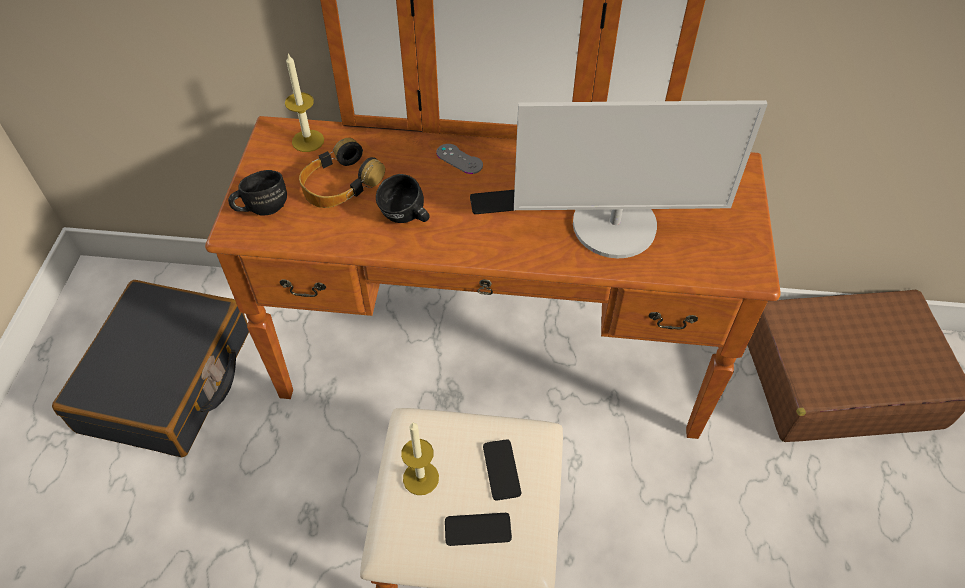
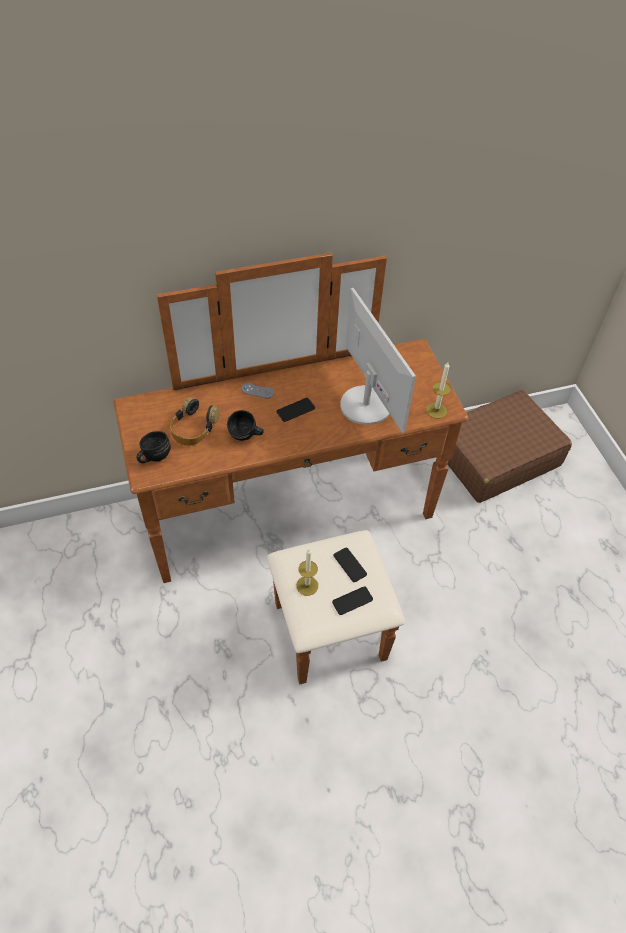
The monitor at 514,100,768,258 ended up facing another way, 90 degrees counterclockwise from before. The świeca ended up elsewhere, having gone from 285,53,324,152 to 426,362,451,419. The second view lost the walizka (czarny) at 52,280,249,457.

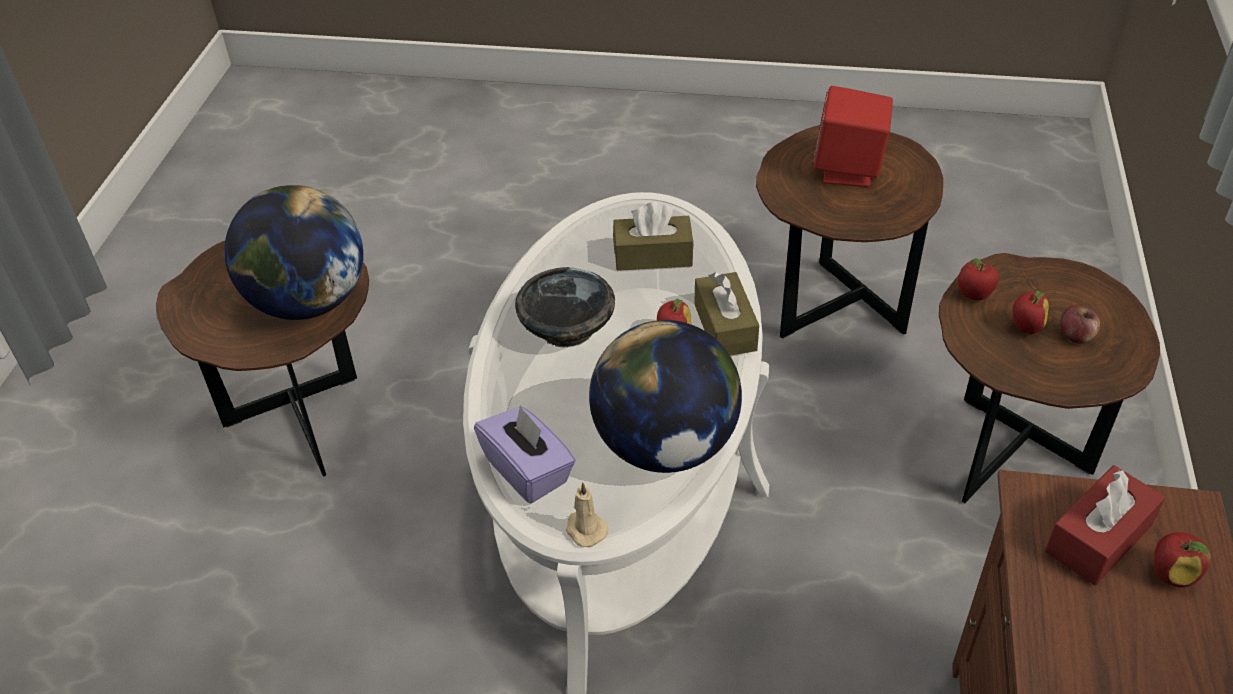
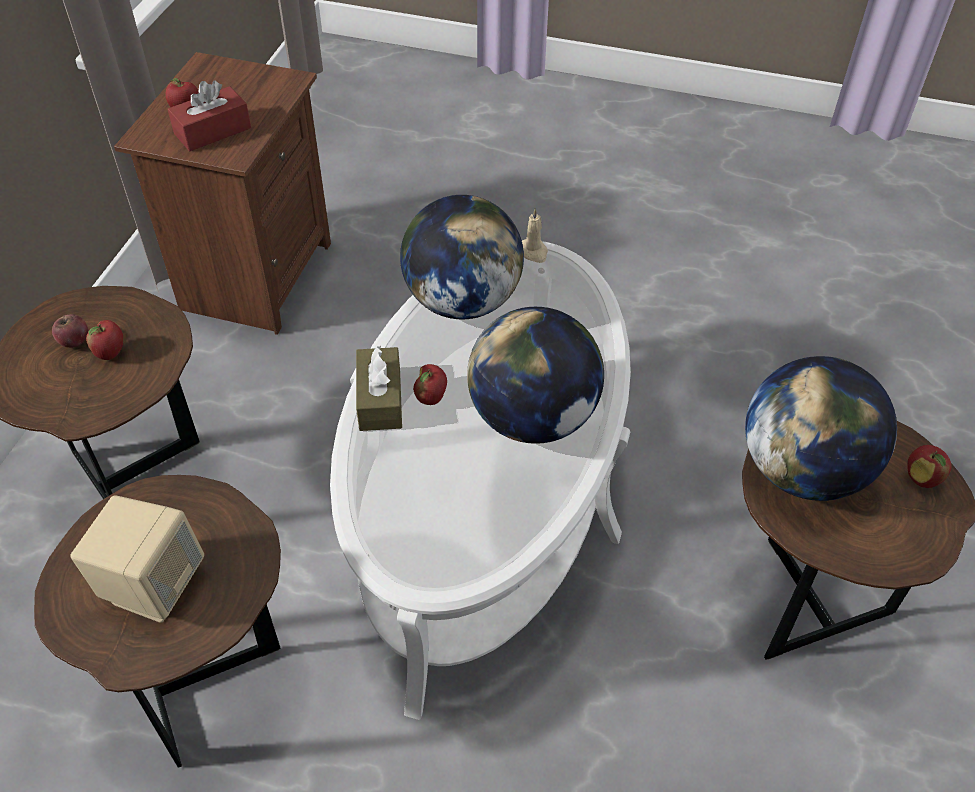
What was the głośnik (czerwony) at 814,86,893,187 turned into the głośnik (beżowy) at 71,495,204,623. Where the miska (czarny) stood at 515,267,615,347, the globus came to stand at 467,307,604,444. The jabłko ended up elsewhere, having gone from 958,258,999,300 to 907,445,951,488. The second view lost the pudełko chusteczek (fioletowy) at 474,405,576,503. The second view lost the pudełko chusteczek (brązowy) at 613,202,694,271.

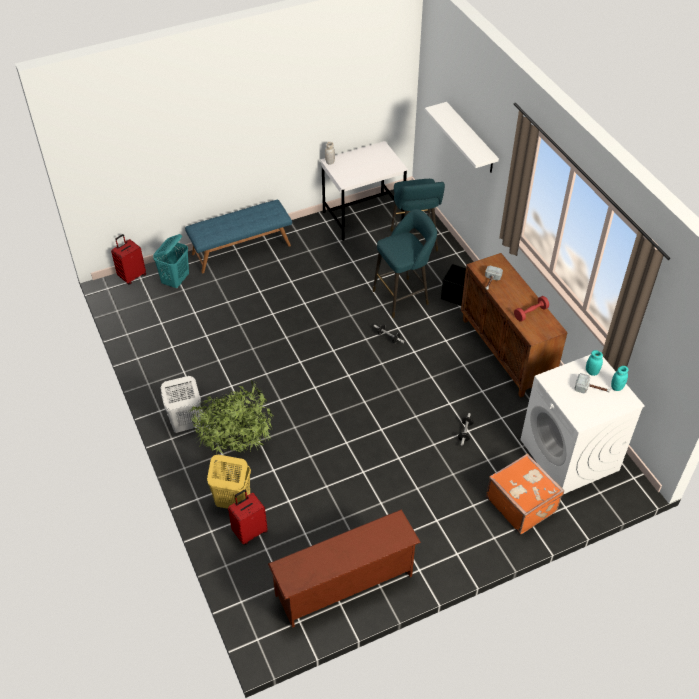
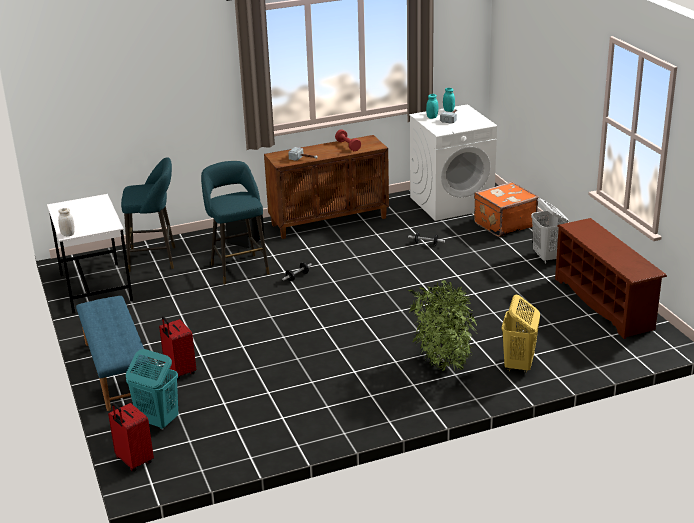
The walizka (czerwony) ended up elsewhere, having gone from 228,490,268,545 to 159,316,196,380. The kosz na pranie (biały) ended up elsewhere, having gone from 160,376,202,433 to 531,198,569,264. The second view lost the półka (biały) at 425,102,499,173.

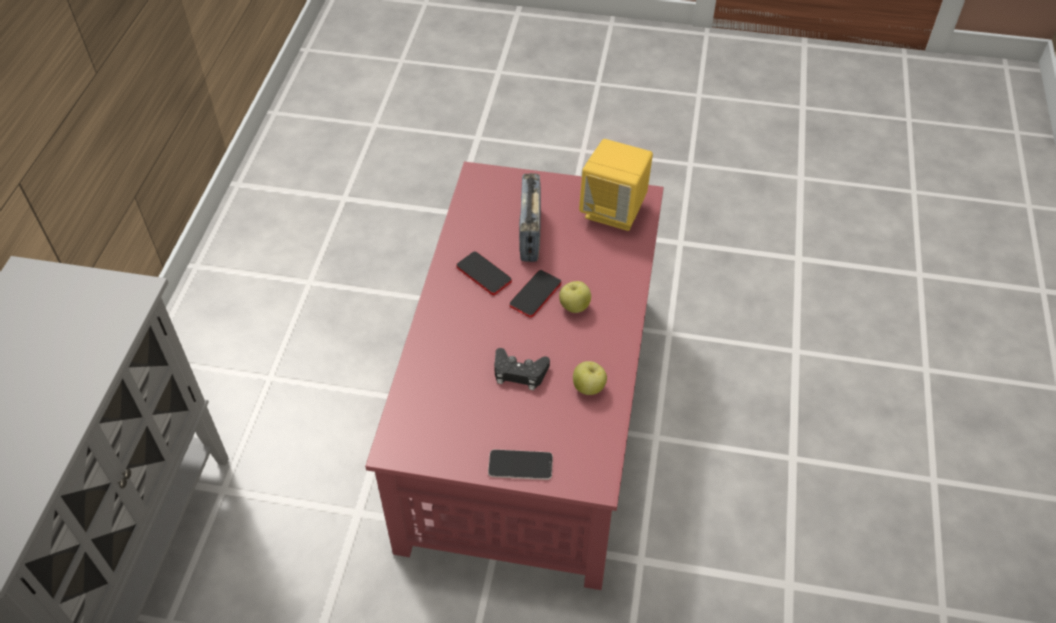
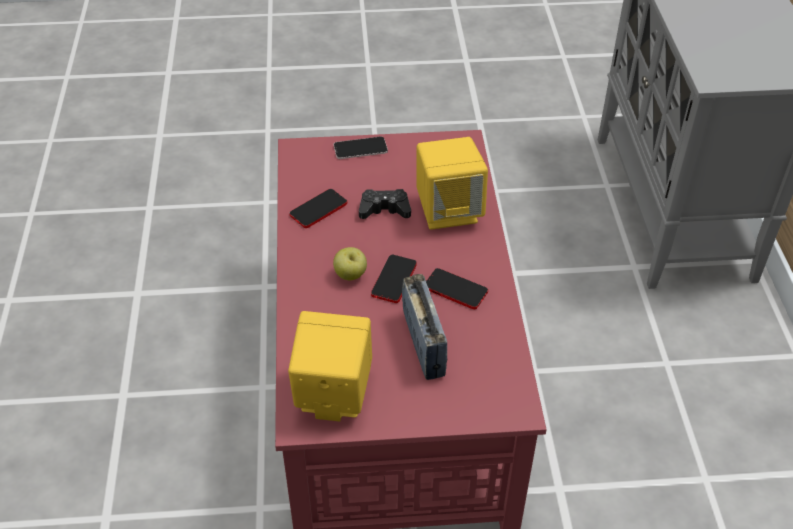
Where the jabłko stood at 573,361,607,395, the telefon came to stand at 289,189,347,228. The second view gained the głośnik (żółty) at 417,137,488,230.

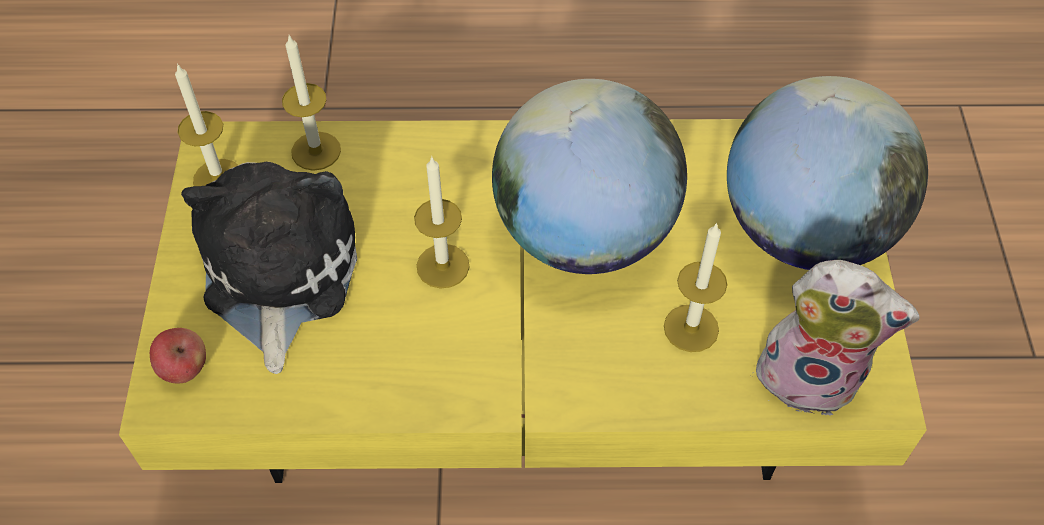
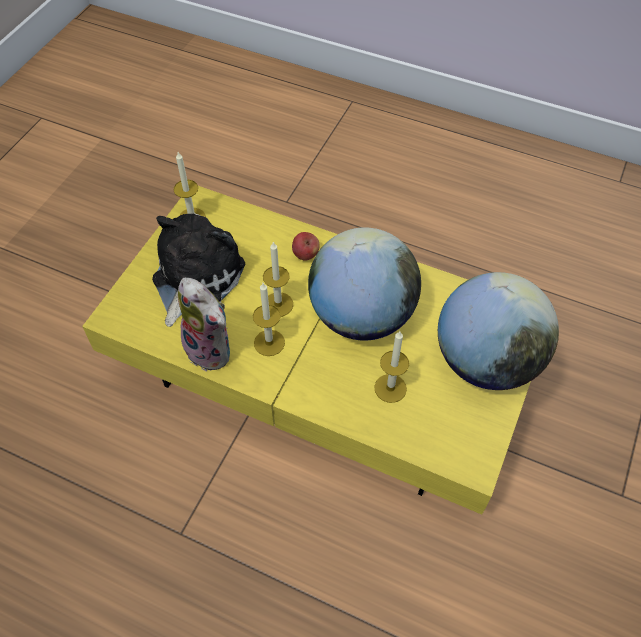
The pluszak ended up elsewhere, having gone from 747,260,920,416 to 178,278,230,372. The świeca ended up elsewhere, having gone from 282,36,341,171 to 253,283,285,356. The jabłko ended up elsewhere, having gone from 150,328,206,383 to 292,232,320,261.

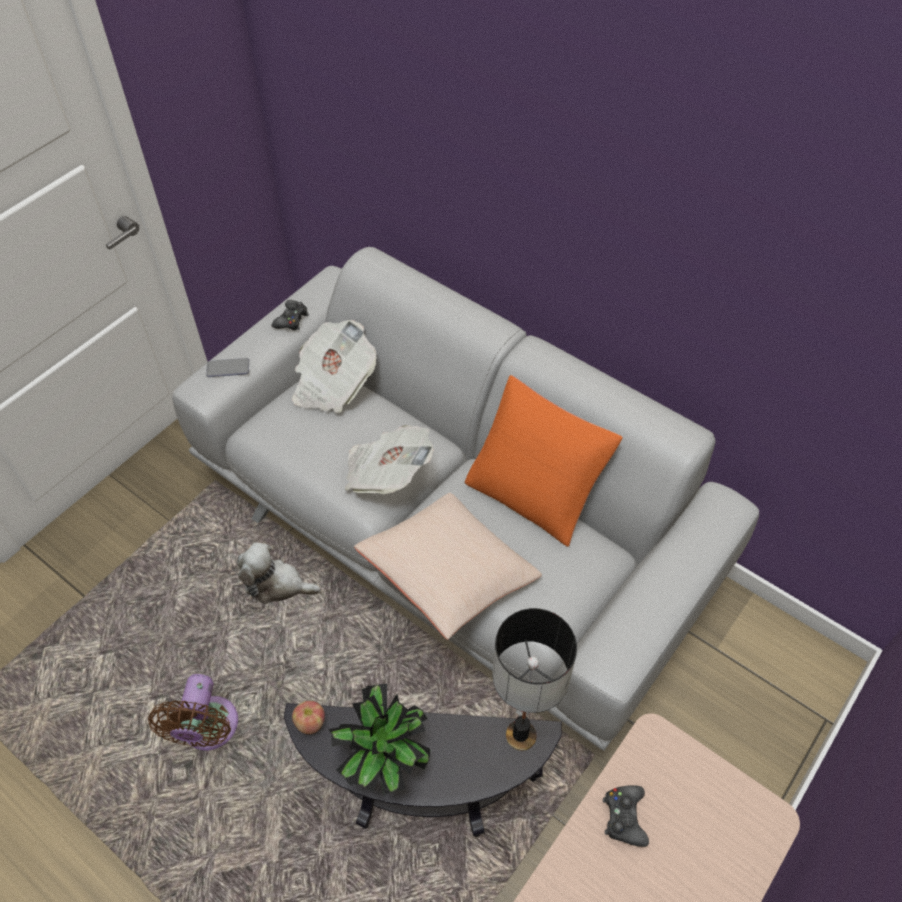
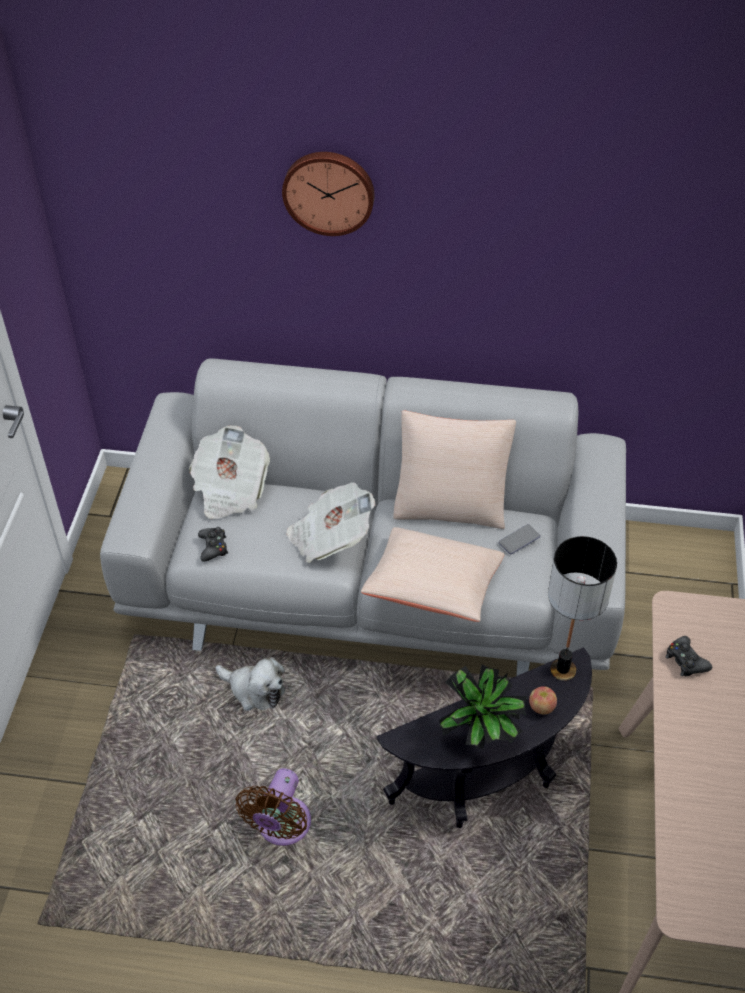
The pad do gier (czarny) ended up elsewhere, having gone from 272,300,309,330 to 198,527,228,562. The pluszak at 237,542,321,604 ended up facing another way, 135 degrees counterclockwise from before. The wentylator (brązowy) at 148,674,238,751 ended up facing another way, 45 degrees clockwise from before. The second view gained the zegar ścienny at 282,152,375,236. What was the poduszka (pomarańczowy) at 465,375,623,547 turned into the poduszka (beżowy) at 393,411,516,529. The telefon ended up elsewhere, having gone from 206,358,249,377 to 499,524,541,554. The jabłko ended up elsewhere, having gone from 292,701,325,734 to 529,687,557,714.

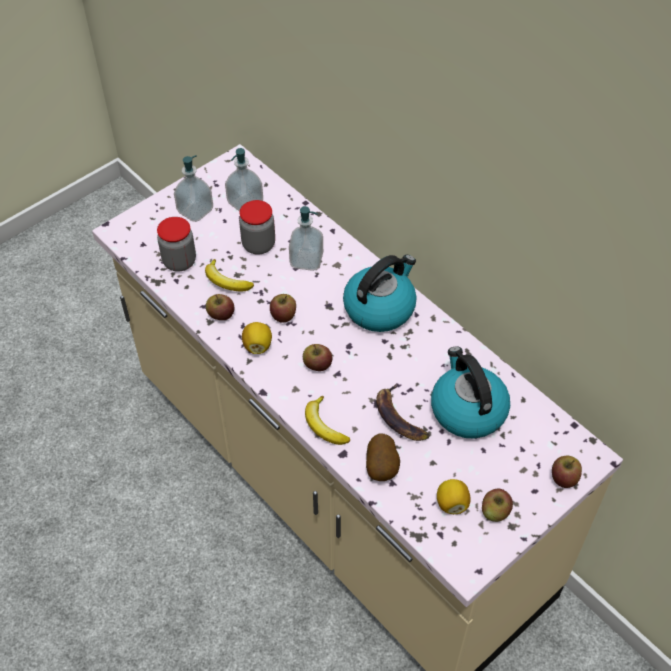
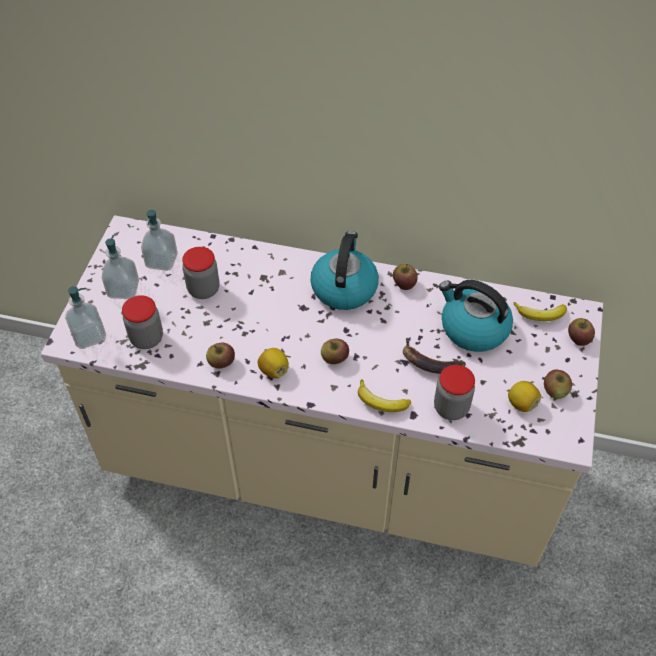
The dozownik mydła ended up elsewhere, having gone from 289,206,323,271 to 65,286,106,349. The jabłko ended up elsewhere, having gone from 270,294,296,323 to 393,264,418,290. Where the ziemniak stood at 366,433,400,481, the słoik came to stand at 434,365,475,420. The banan ended up elsewhere, having gone from 205,259,254,291 to 513,302,567,321.

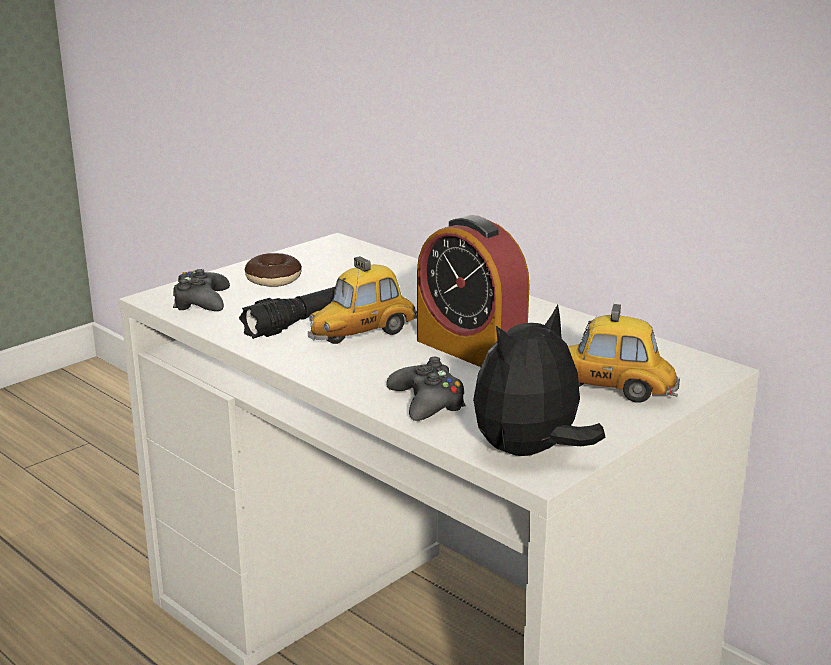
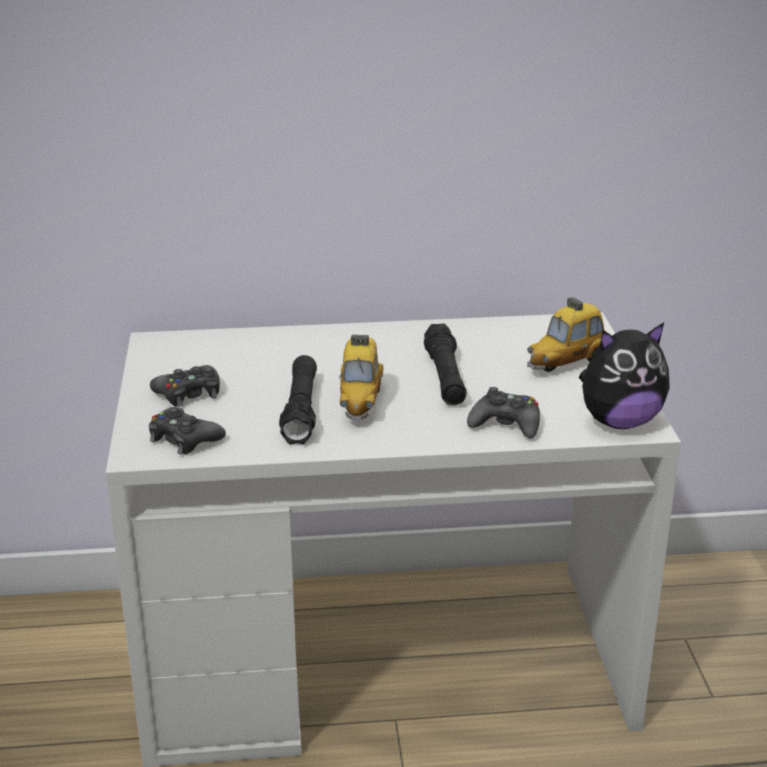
Where the donut stood at 245,253,302,287, the pad do gier (czarny) came to stand at 150,365,220,407. Where the budzik stood at 417,215,530,367, the latarka (czarny) came to stand at 424,323,467,405. The pluszak at 473,304,606,456 ended up facing another way, 105 degrees counterclockwise from before.

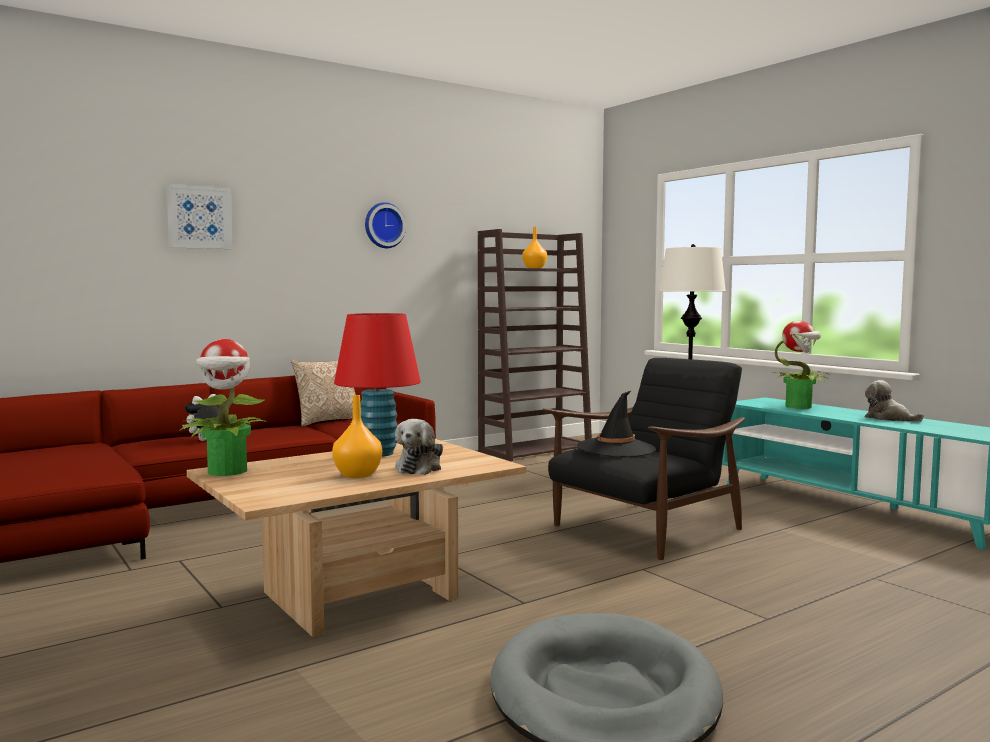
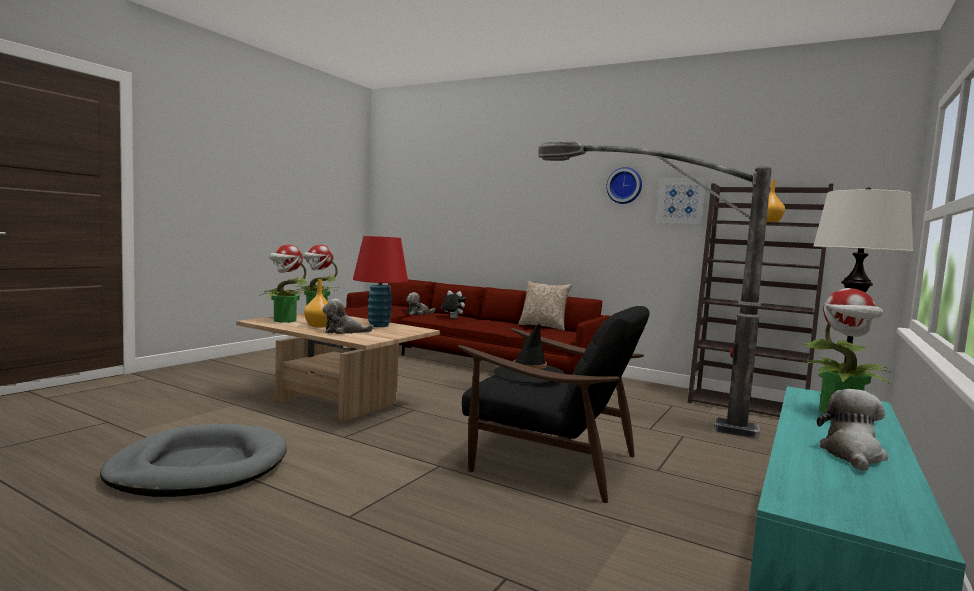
The second view gained the roślina doniczkowa at 261,244,309,323. The second view gained the pluszak at 406,292,435,315. The second view gained the lampa stojąca at 538,140,772,438. The obraz ended up elsewhere, having gone from 166,184,233,249 to 656,178,707,225.

